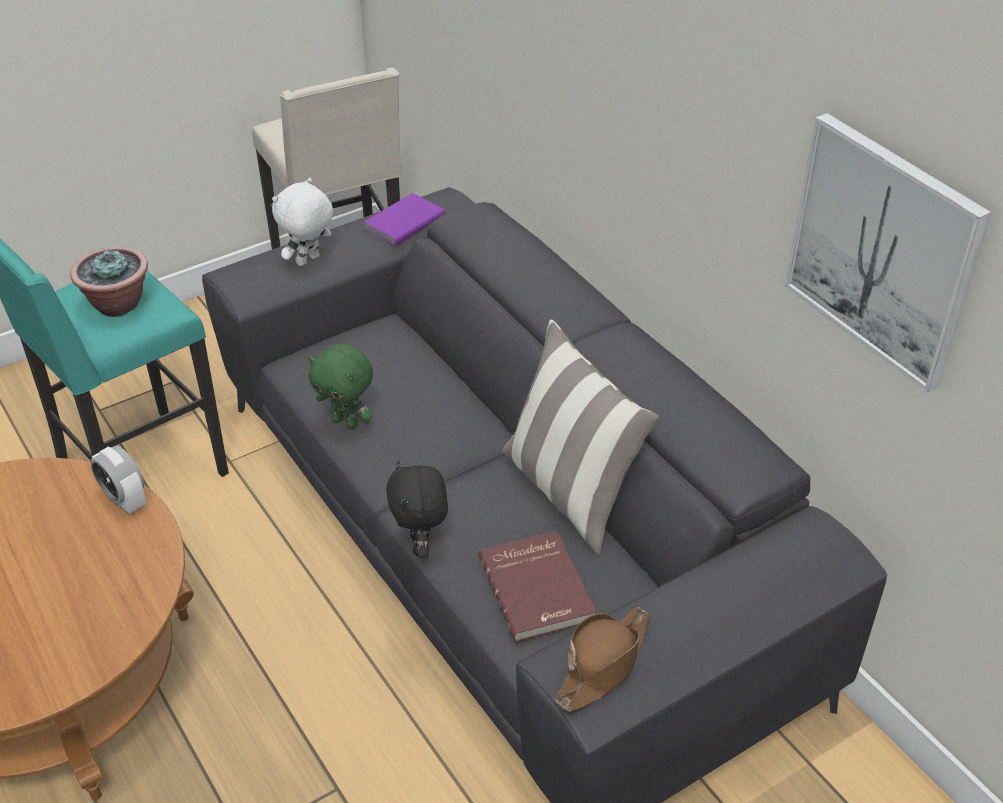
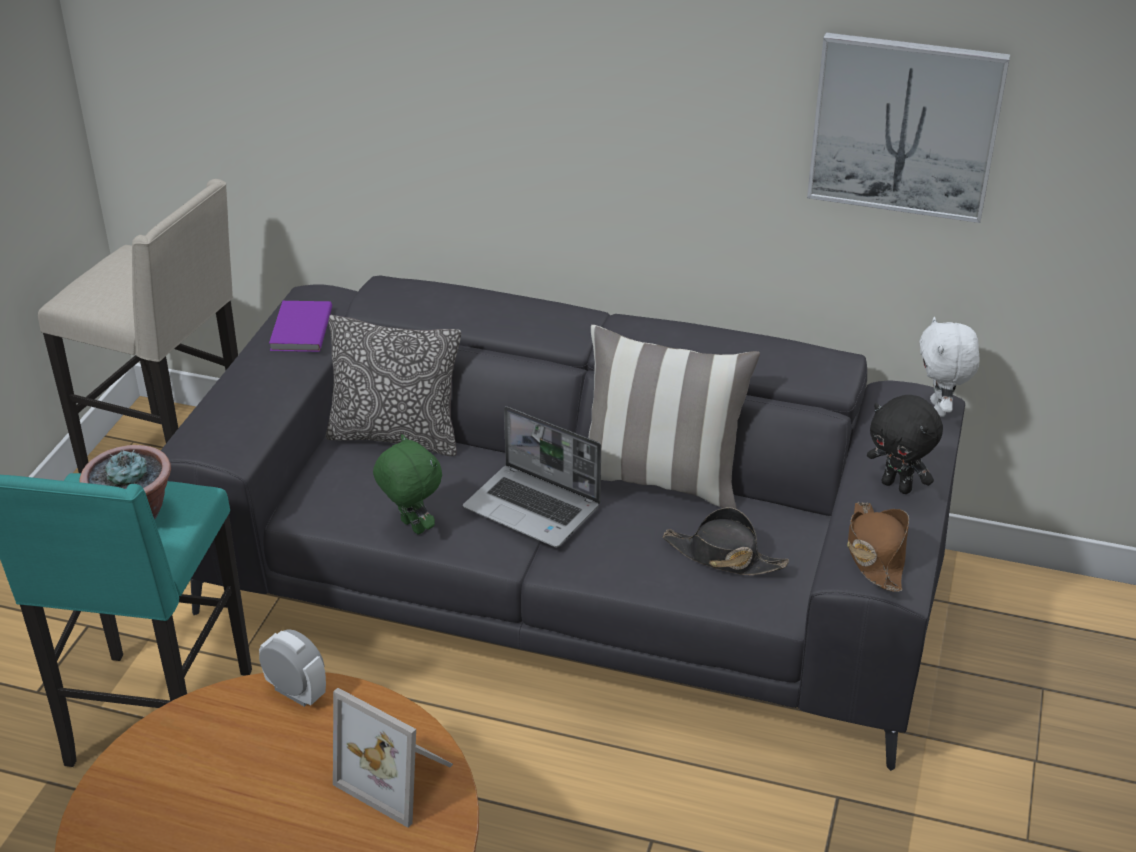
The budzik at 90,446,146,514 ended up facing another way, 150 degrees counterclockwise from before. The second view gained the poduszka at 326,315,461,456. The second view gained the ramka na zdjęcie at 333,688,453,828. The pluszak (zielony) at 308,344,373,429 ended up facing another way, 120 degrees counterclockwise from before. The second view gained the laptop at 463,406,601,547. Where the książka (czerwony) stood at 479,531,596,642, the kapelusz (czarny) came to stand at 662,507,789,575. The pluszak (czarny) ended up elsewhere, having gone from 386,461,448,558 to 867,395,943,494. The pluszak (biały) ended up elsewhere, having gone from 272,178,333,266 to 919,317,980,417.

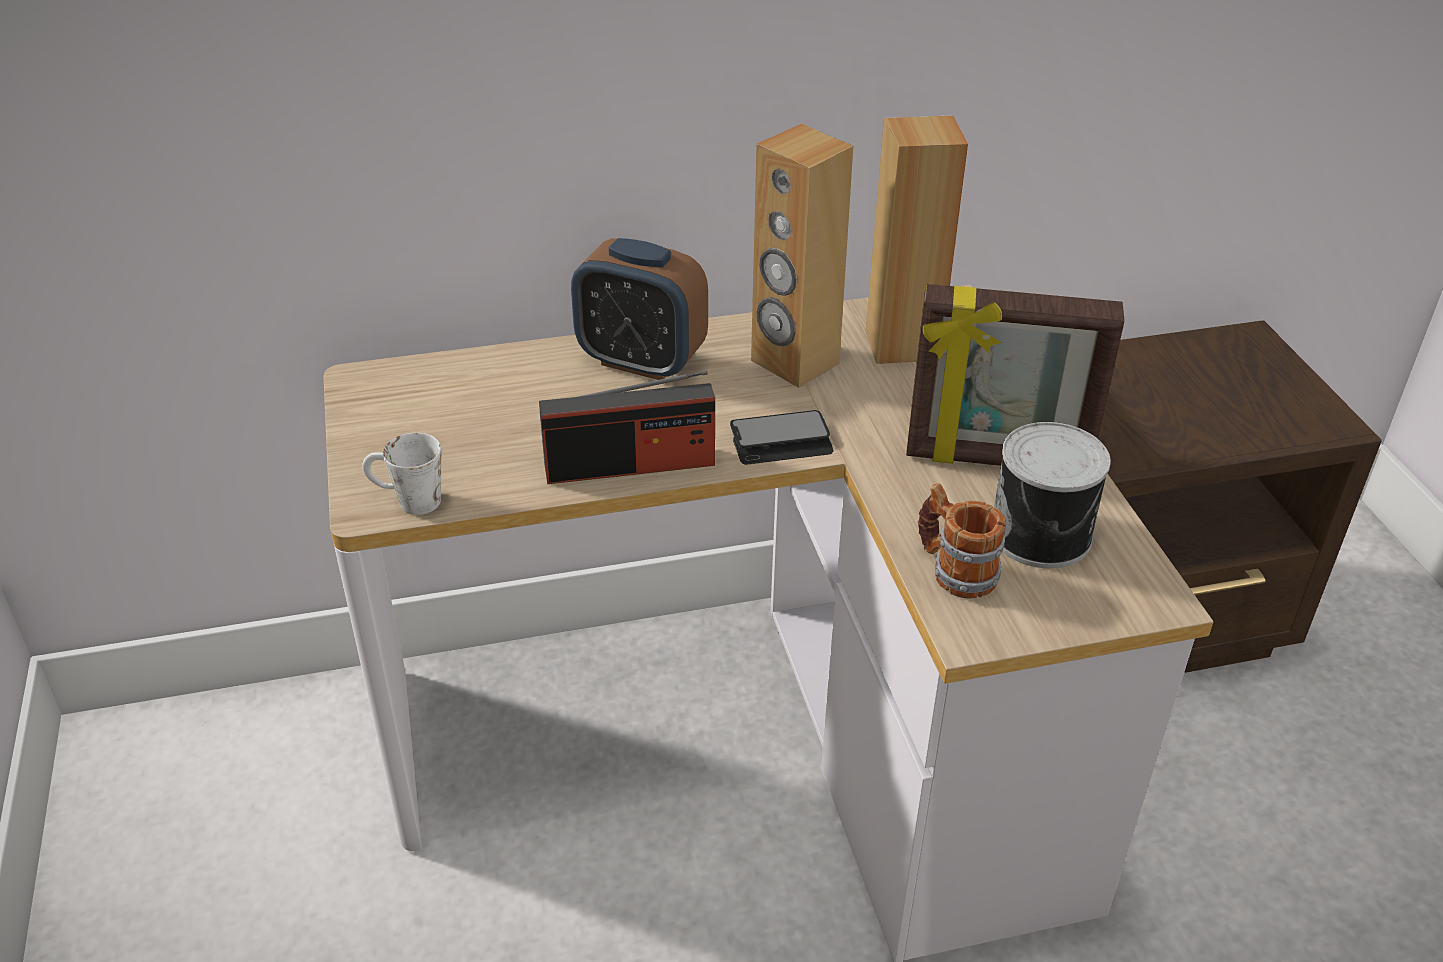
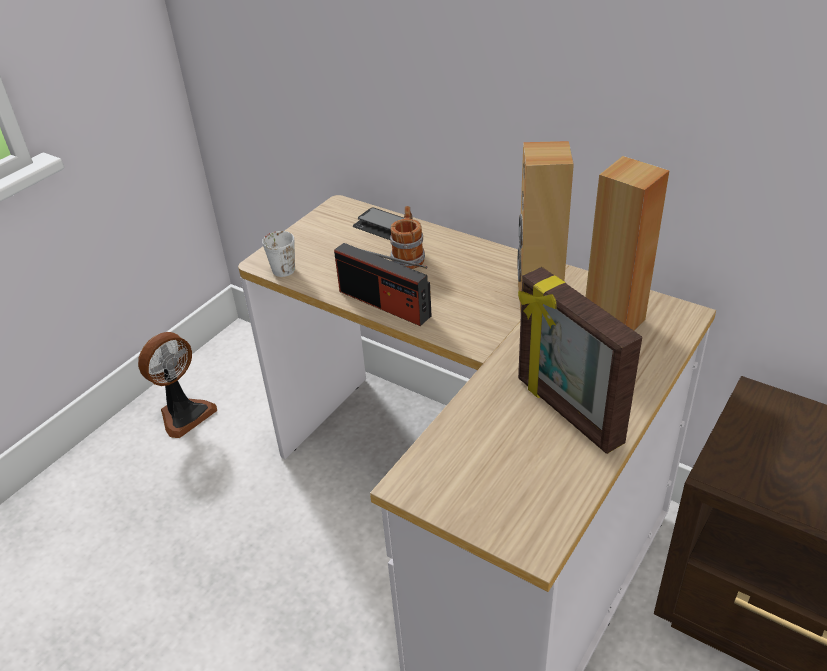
The second view gained the wentylator at 138,332,217,438. The telefon ended up elsewhere, having gone from 730,410,834,465 to 353,207,404,240. The kubek ended up elsewhere, having gone from 918,483,1006,599 to 390,206,425,269. The second view lost the budzik at 571,238,708,380. The second view lost the puszka at 994,422,1111,568.

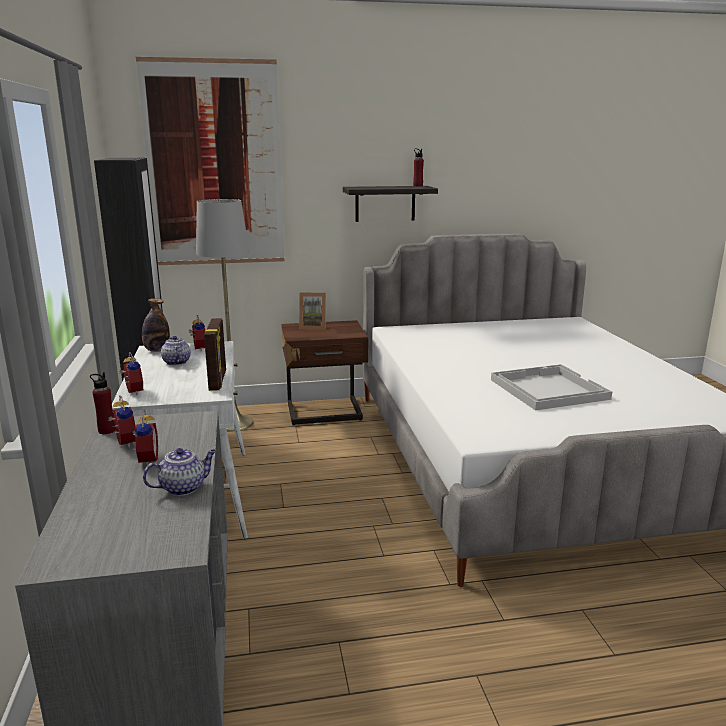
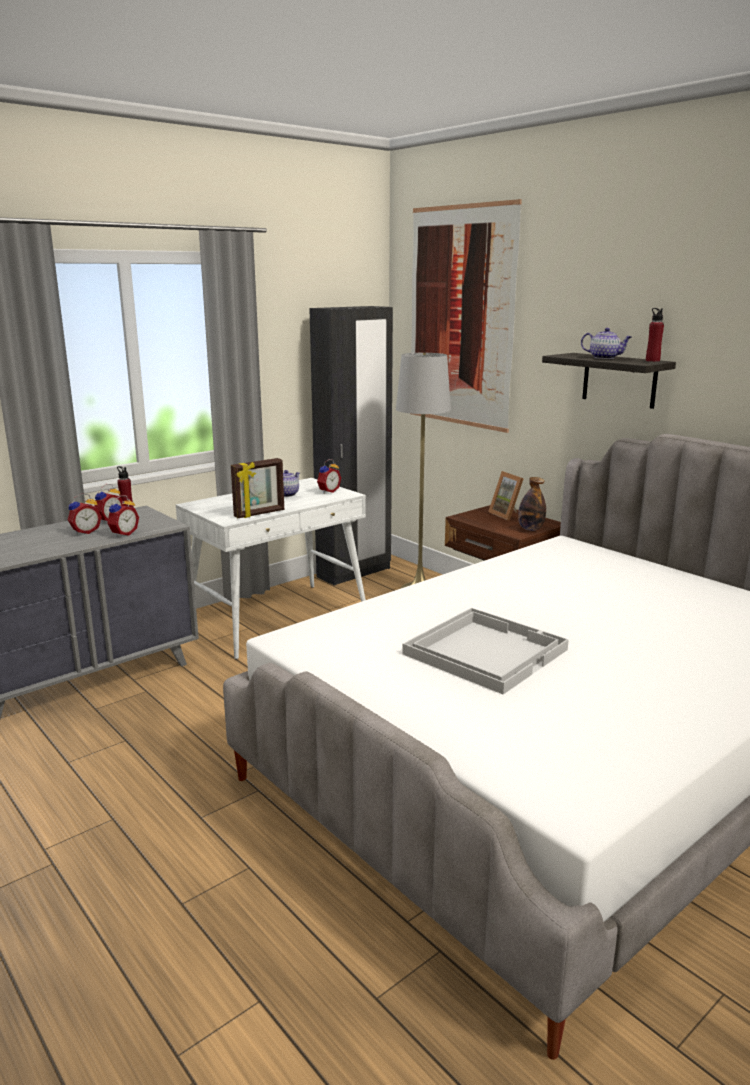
The budzik ended up elsewhere, having gone from 120,352,143,395 to 107,495,139,537. The butelka ended up elsewhere, having gone from 142,298,170,352 to 518,477,546,531. The imbryk ended up elsewhere, having gone from 143,448,216,496 to 581,328,632,359.

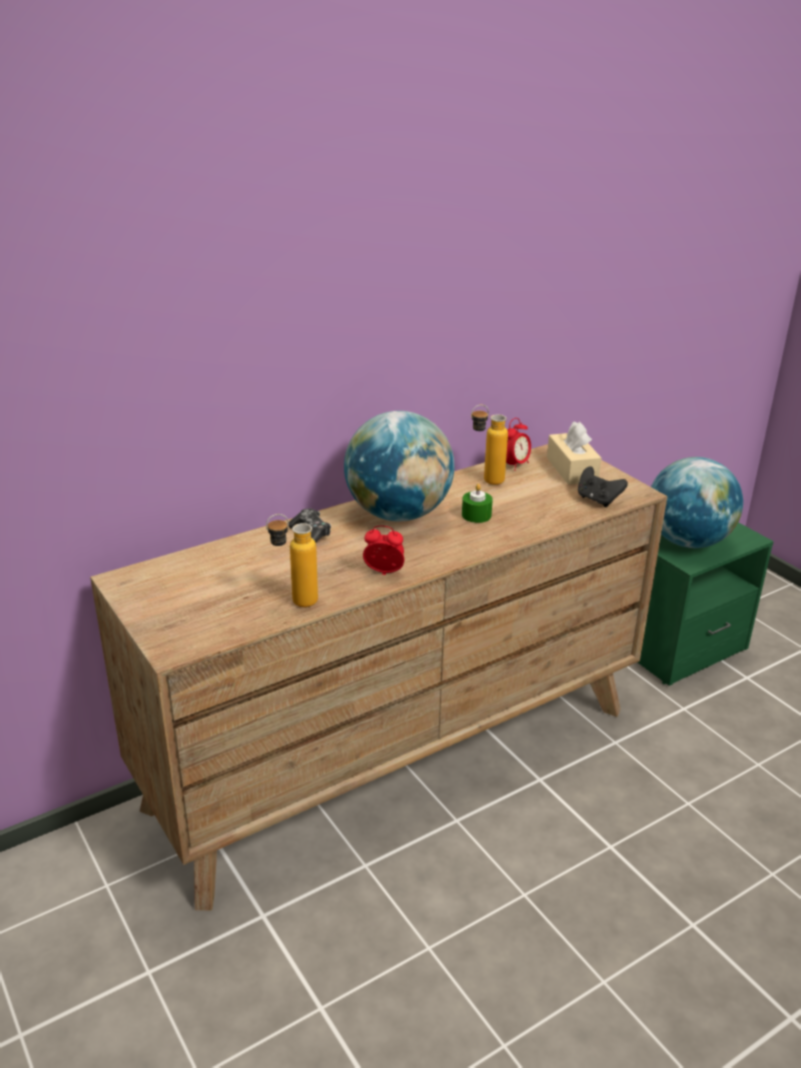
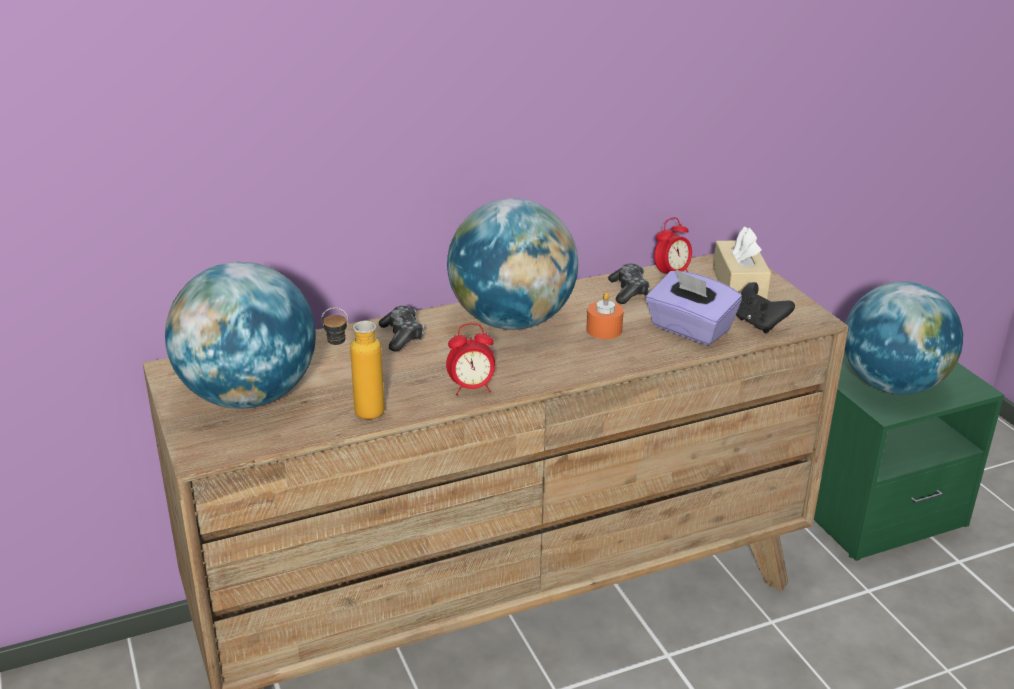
The second view gained the globus at 165,262,316,409. The budzik at 363,526,404,575 ended up facing another way, 150 degrees clockwise from before. What was the świeca (zielony) at 462,484,493,523 turned into the świeca (pomarańczowy) at 586,292,624,339. Where the butelka stood at 471,405,508,485, the pad do gier came to stand at 608,264,650,304. The second view gained the pudełko chusteczek (fioletowy) at 646,270,742,345.

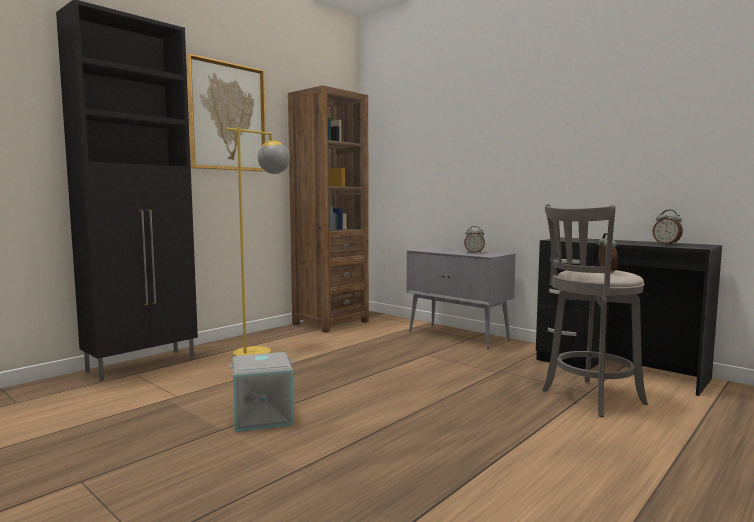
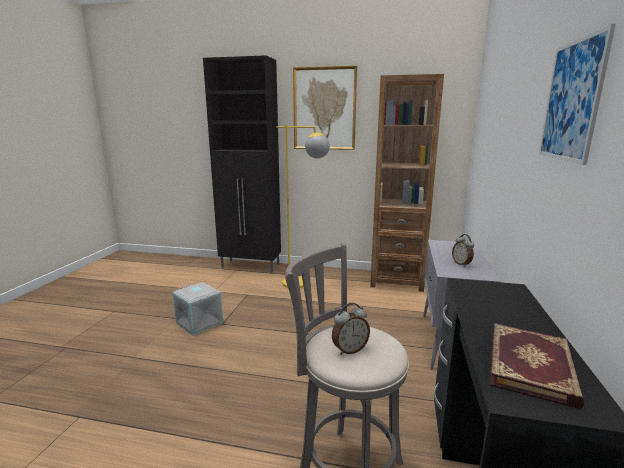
Where the budzik stood at 653,210,683,245, the książka came to stand at 490,323,584,409. The second view gained the obraz at 539,24,616,165.

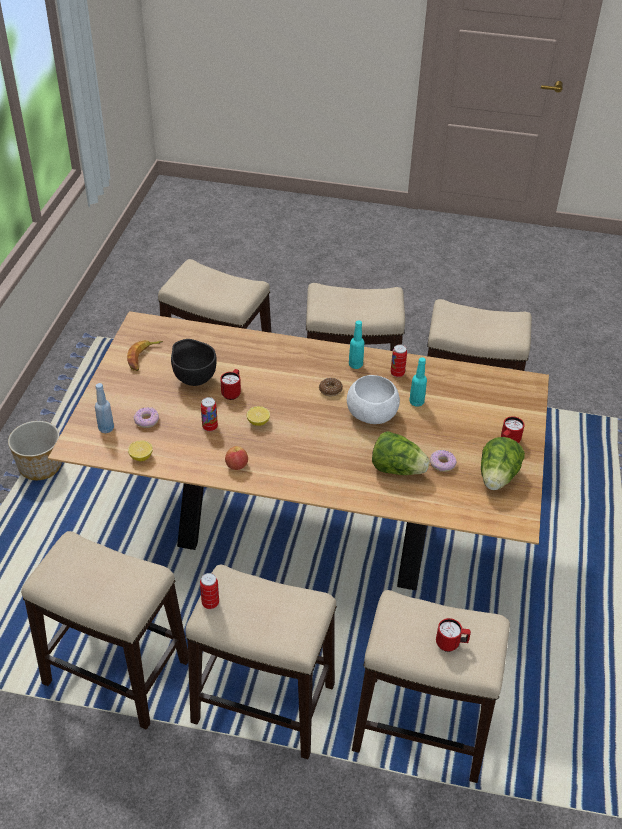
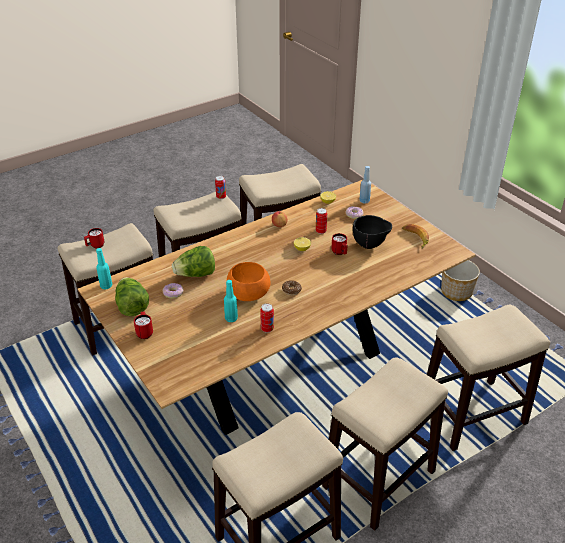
The butelka (turkusowy) ended up elsewhere, having gone from 349,320,364,369 to 96,248,112,289. What was the miska (biały) at 347,375,400,424 turned into the miska (pomarańczowy) at 227,262,271,301.

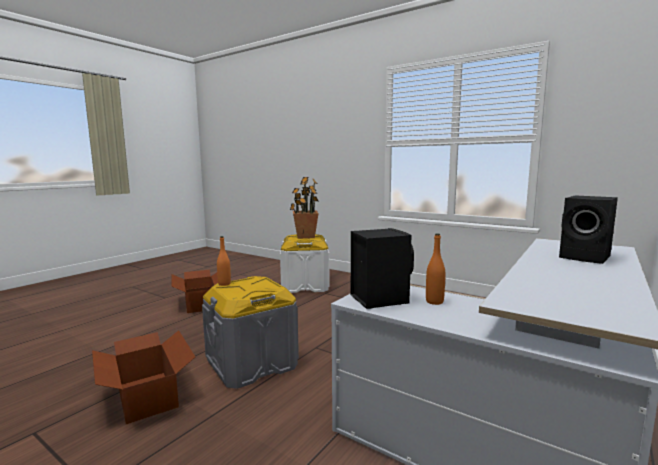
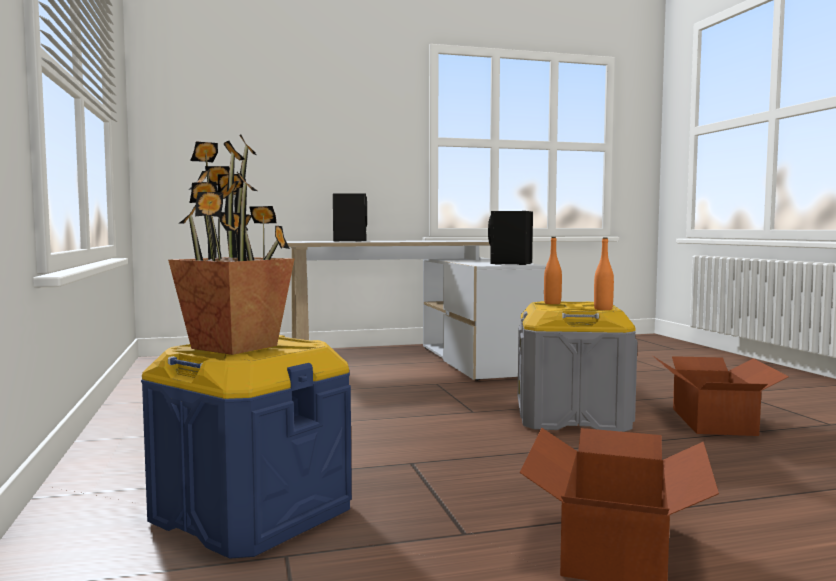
What was the pojemnik do przechowywania (biały) at 280,234,330,293 turned into the pojemnik do przechowywania (niebieski) at 141,335,352,559. The butelka (pomarańczowy) ended up elsewhere, having gone from 426,234,445,305 to 544,237,562,304.

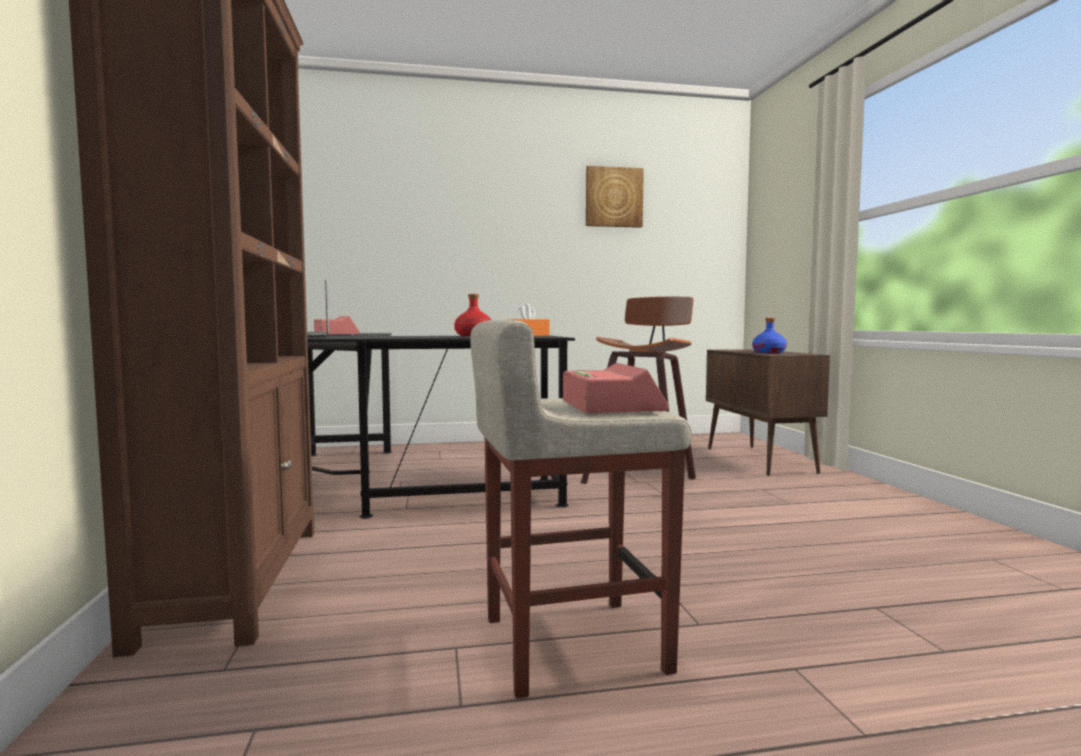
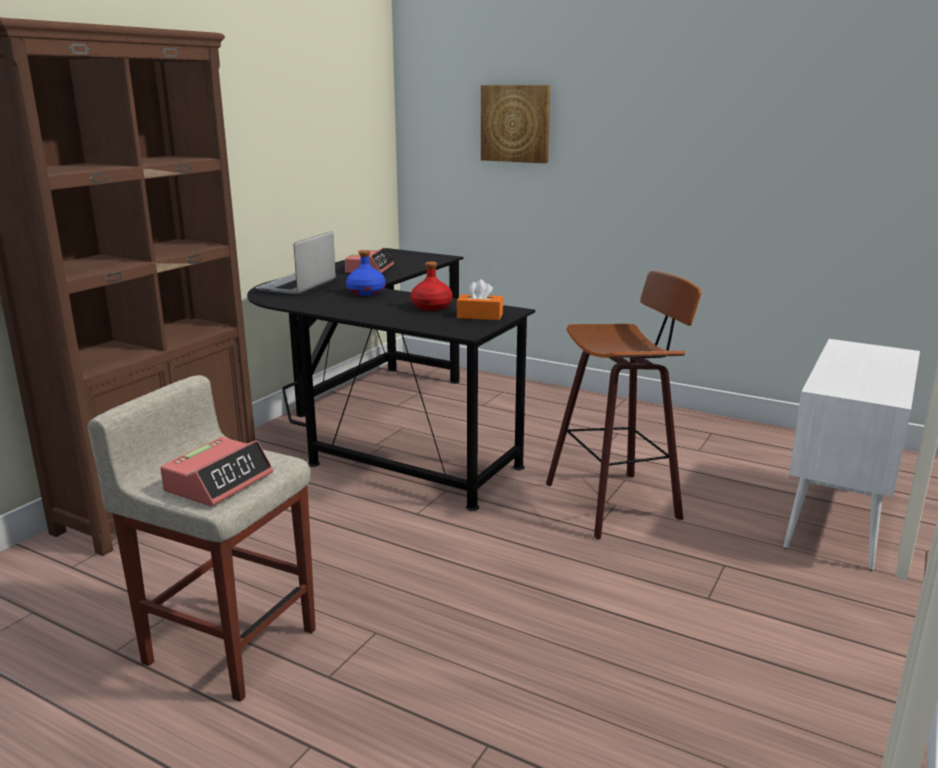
The butelka (niebieski) ended up elsewhere, having gone from 752,318,787,353 to 346,250,386,296. The obraz ended up elsewhere, having gone from 586,166,644,228 to 481,85,550,163. What was the szafka (brązowy) at 706,349,830,476 turned into the szafka (biały) at 783,339,920,570.

